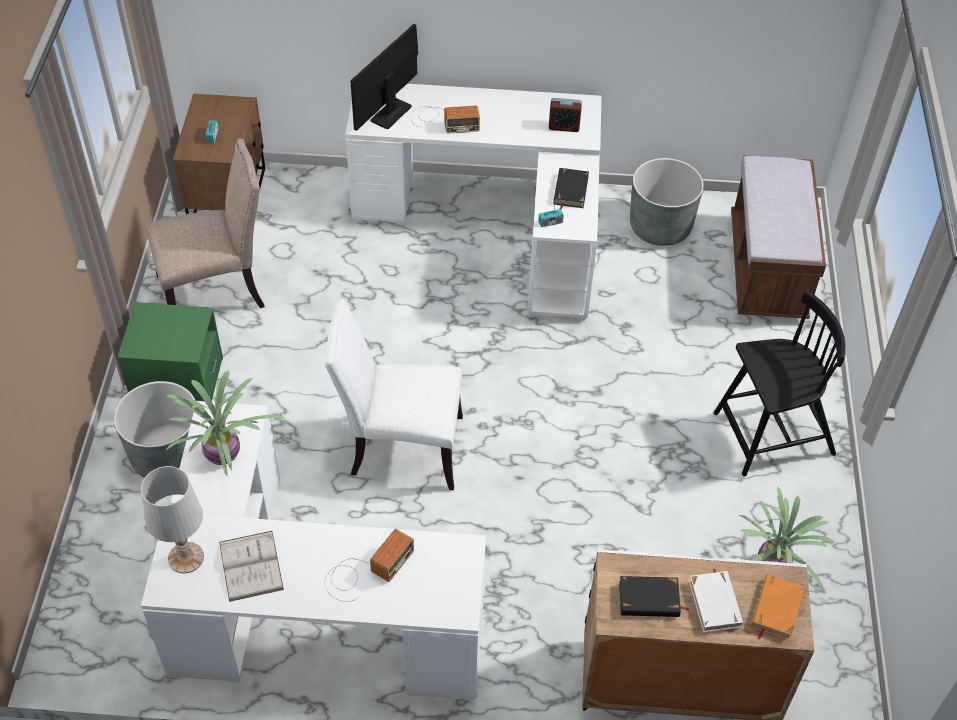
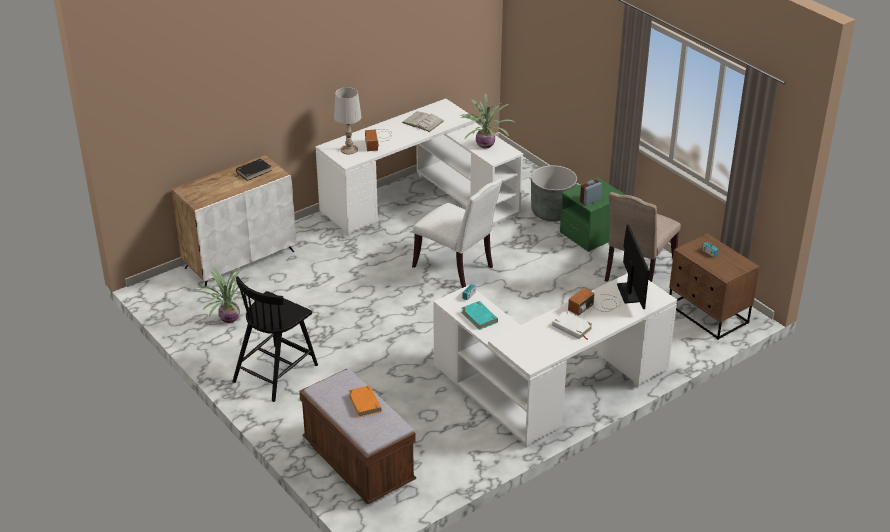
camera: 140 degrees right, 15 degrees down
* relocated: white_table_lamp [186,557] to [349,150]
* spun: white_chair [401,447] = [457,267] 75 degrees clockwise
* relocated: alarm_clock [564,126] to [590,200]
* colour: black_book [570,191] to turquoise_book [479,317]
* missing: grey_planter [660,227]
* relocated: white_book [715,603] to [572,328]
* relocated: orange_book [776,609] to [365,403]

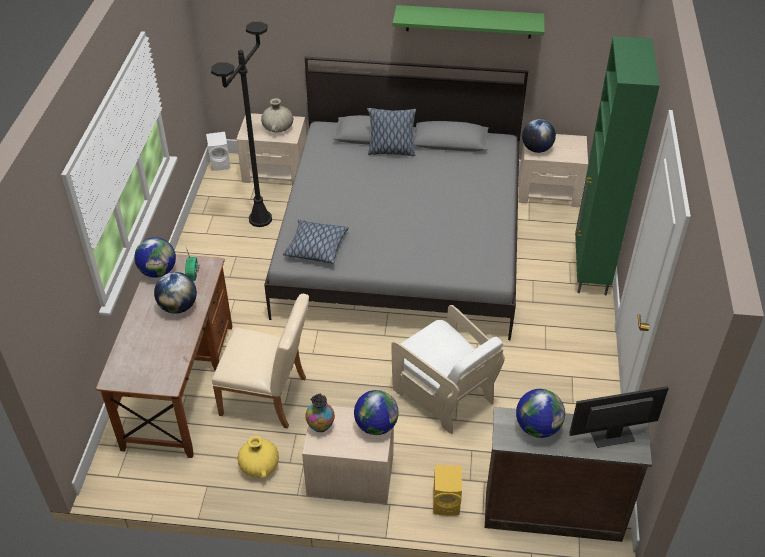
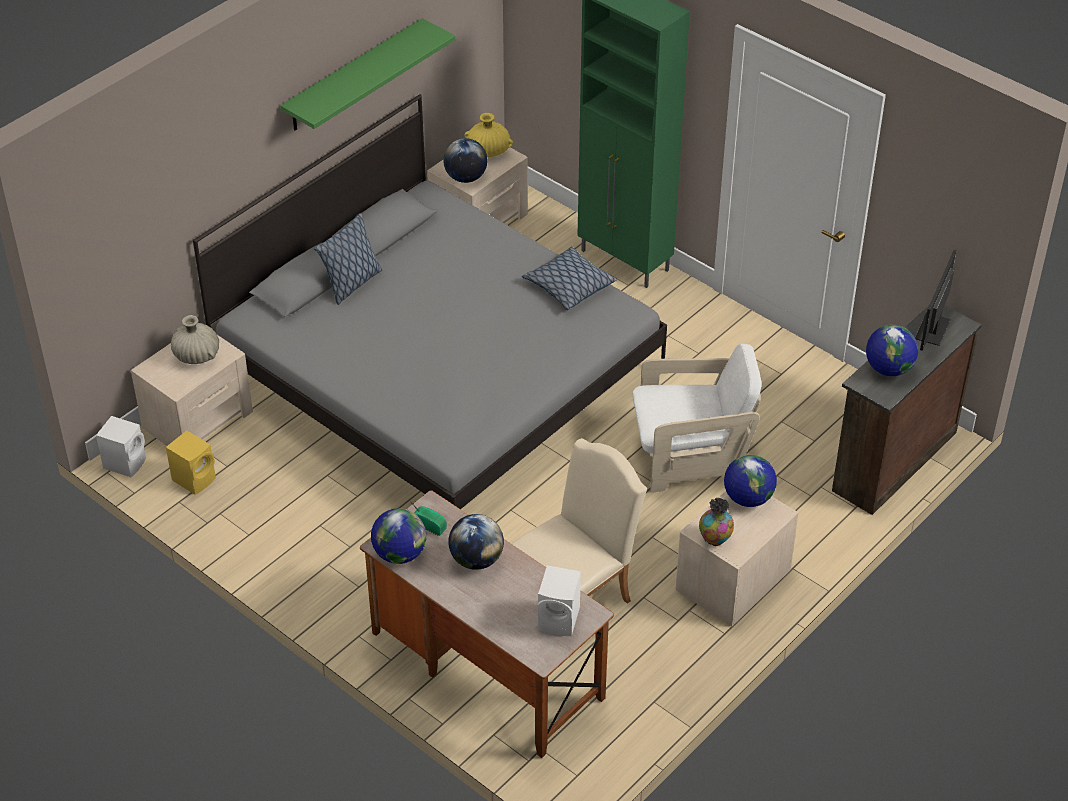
camera: 55 degrees left, 0 degrees up
* missing: black_floor_lamp [260,219]
* relocated: yellow_vase [259,466] to [489,151]
* relocated: pillow [316,247] to [568,286]
* relocated: yellow_speaker [447,502] to [195,478]
* appeared: white_speaker [560,619]

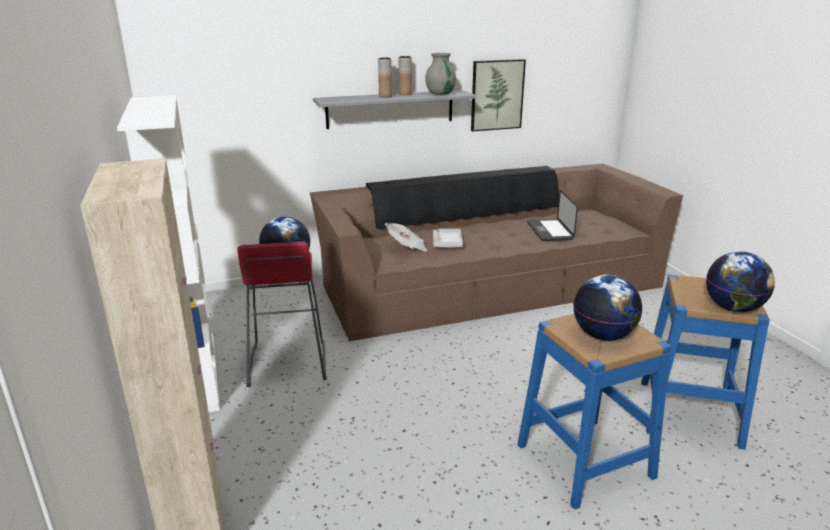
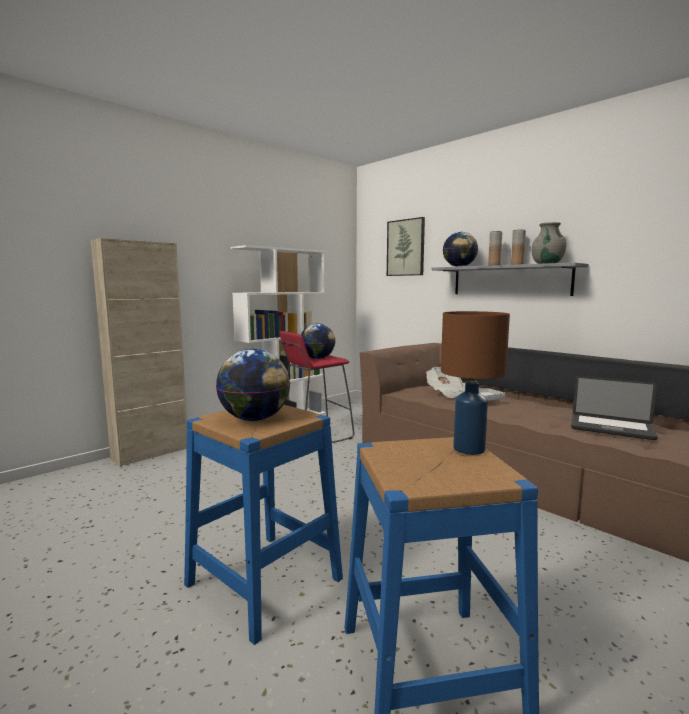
camera: 65 degrees right, 15 degrees down
* relocated: picture [497,95] to [406,247]
* spun: laptop [549,231] = [611,428] 120 degrees counterclockwise
* relocated: globe [733,308] to [459,266]
* appeared: brown_table_lamp [469,449]

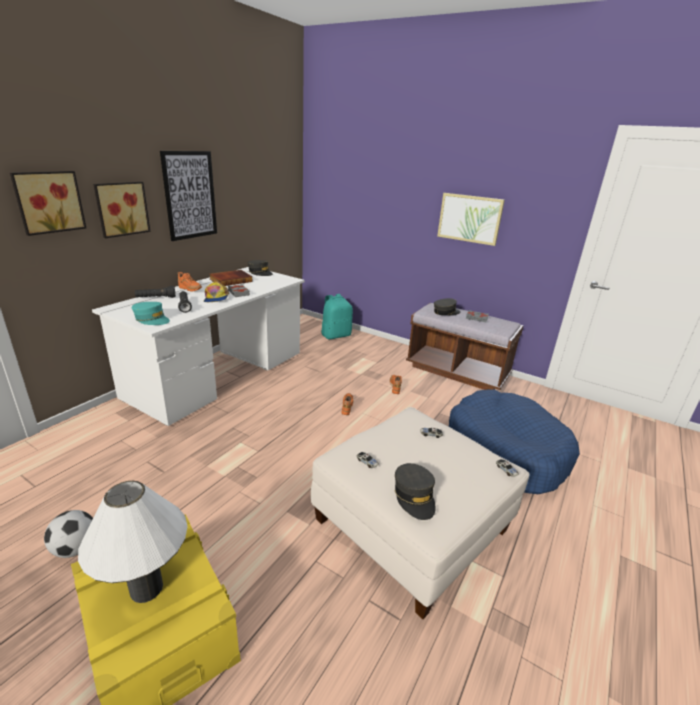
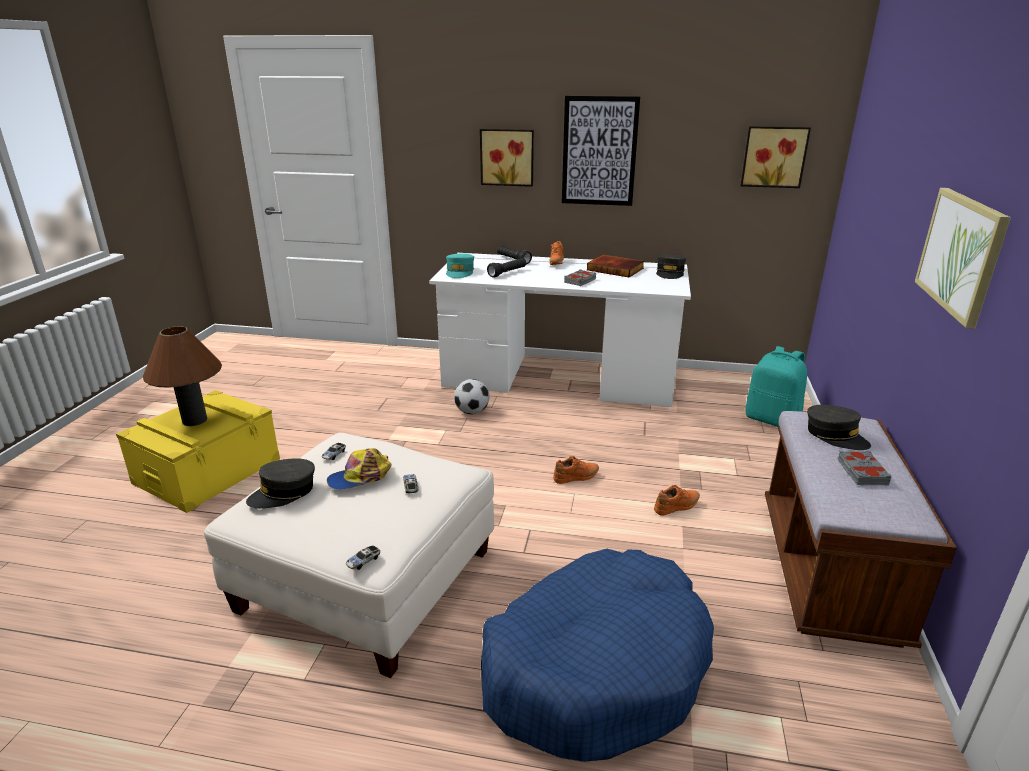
camera: 70 degrees right, 0 degrees up
* relocated: picture [48,202] to [774,156]
* relocated: football [75,548] to [472,412]
* colour: white_table_lamp [146,588] to brown_table_lamp [194,420]
* relocated: cap [216,298] to [360,478]

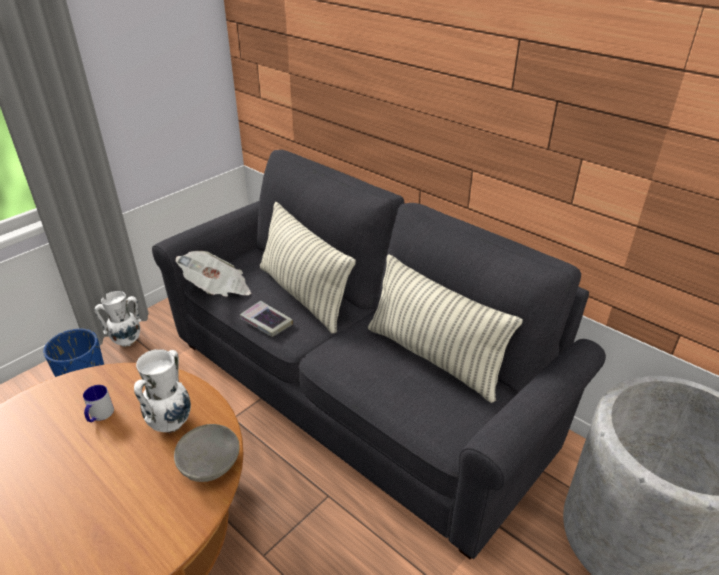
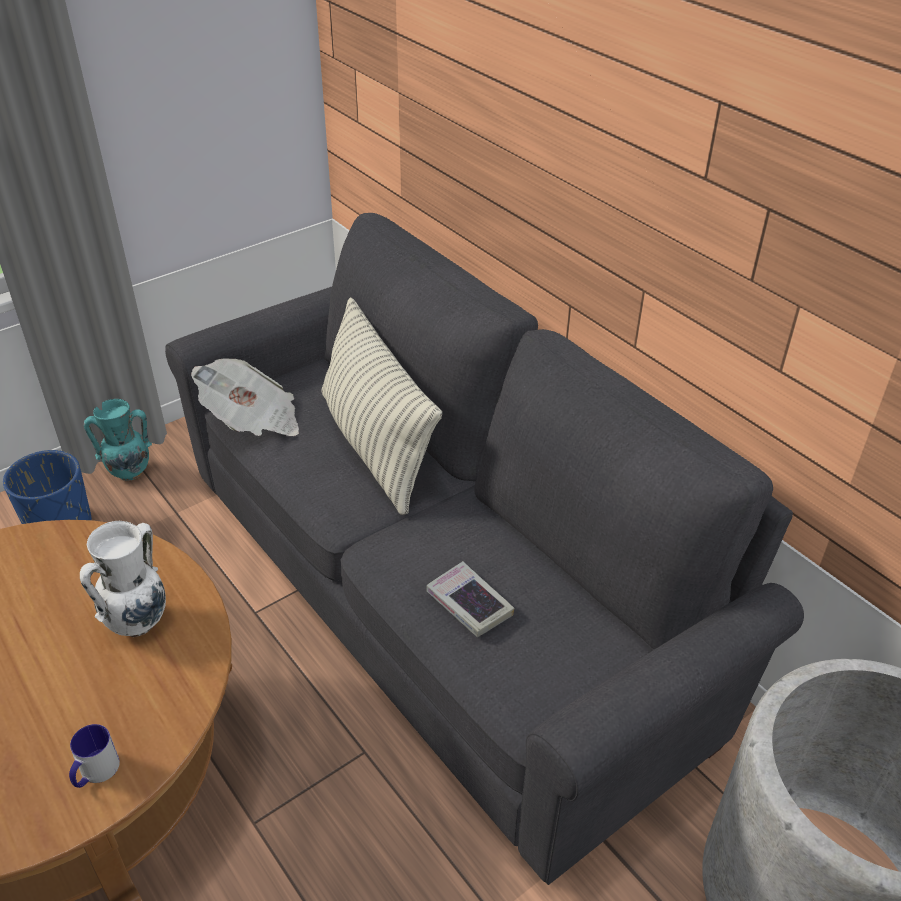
camera: 10 degrees right, 5 degrees up
* relocated: mug [99,415] to [95,772]
* colour: white_vase [126,341] to turquoise_vase [129,472]
* missing: grey_bowl [210,464]
* relocated: book [266,322] to [469,604]
* missing: pillow [433,357]

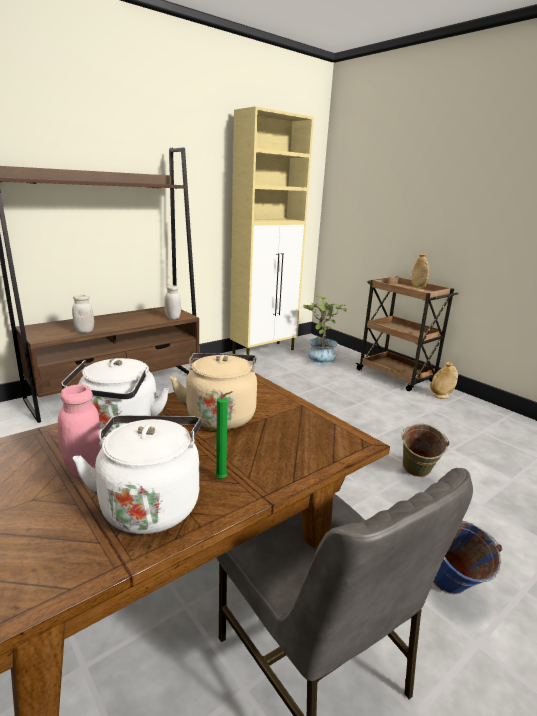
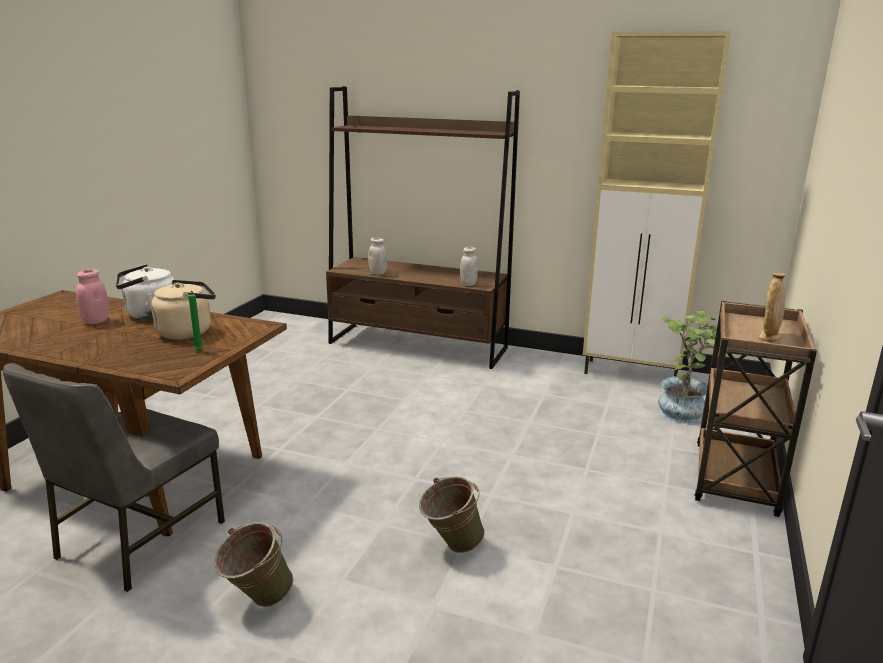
camera: 60 degrees right, 0 degrees up
* missing: white_kettle [150,503]
* relocated: green_candle [223,479] to [198,351]
* missing: beige_vase [441,396]
* colour: blue_bucket [453,592] to green_bucket [256,600]

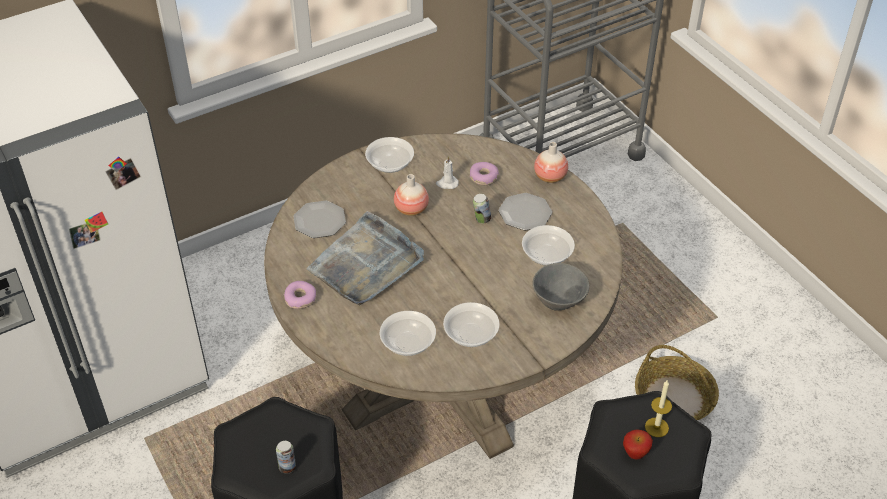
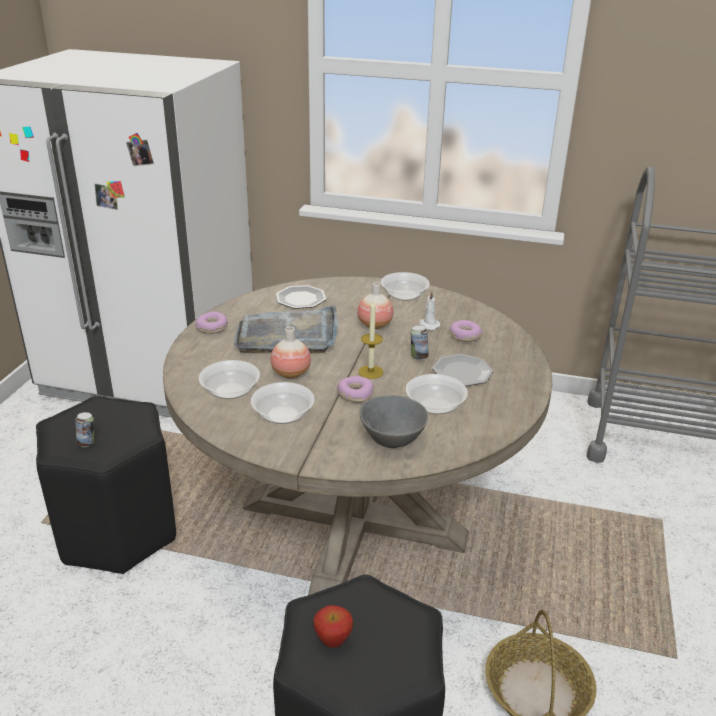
camera: 45 degrees right, 15 degrees down
* relocated: vase [550,177] to [291,373]
* relocated: candle [656,427] to [370,372]
* appeared: donut [355,394]

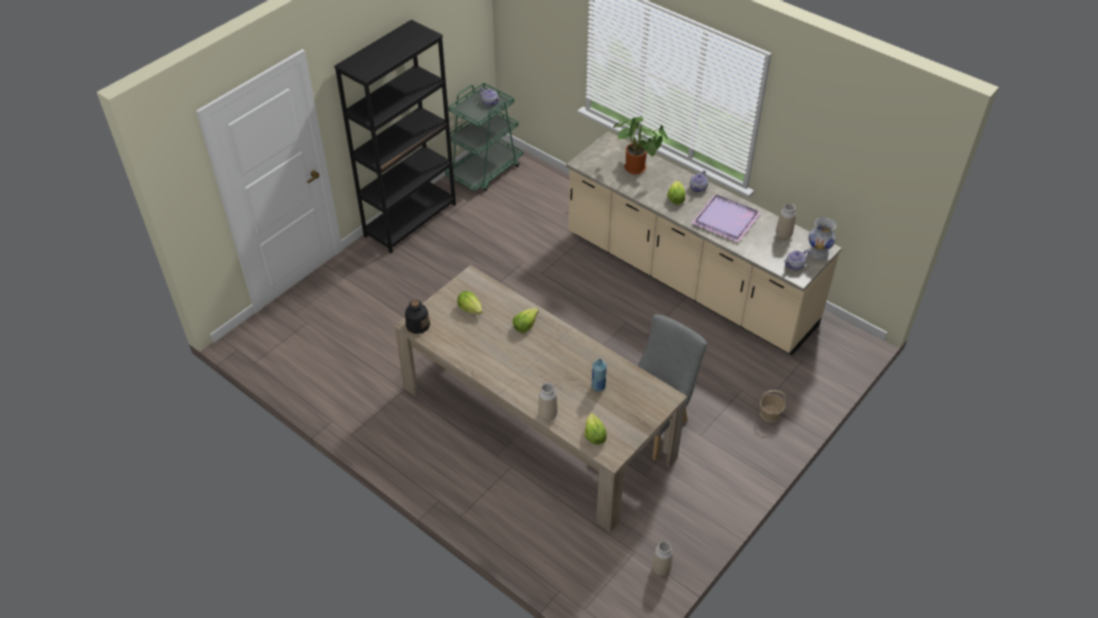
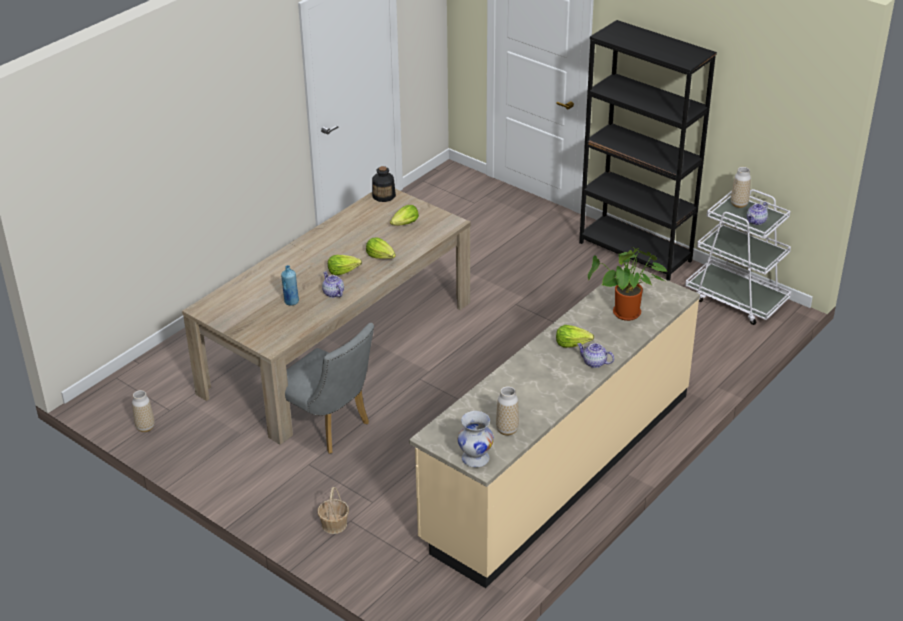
camera: 90 degrees right, 10 degrees down
* colour: green_cart [485,171] to white_cart [736,299]
* relocated: vase [547,415] to [739,204]
* relocated: lettuce [594,435] to [343,271]
* missing: purple_tray [726,220]
* relocated: teapot [794,266] to [333,293]

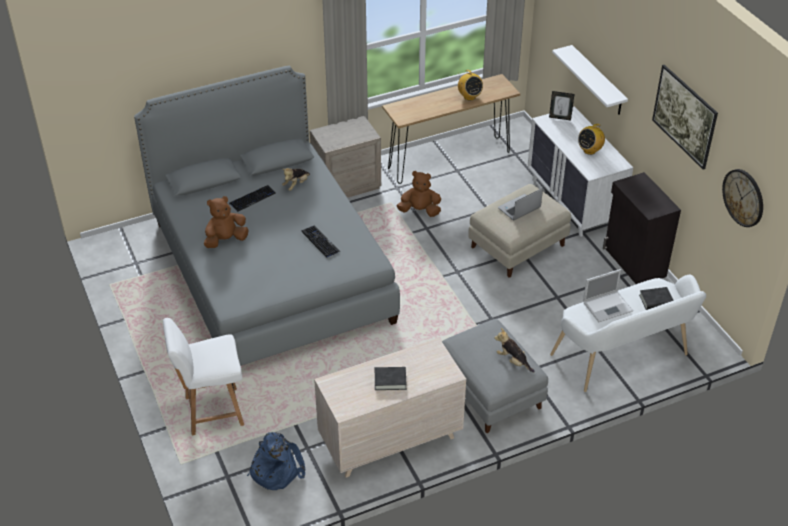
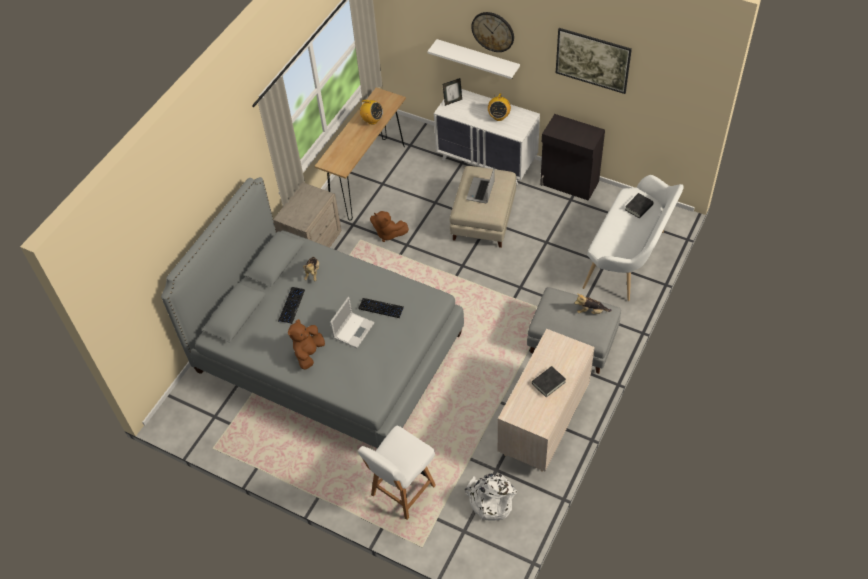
camera: 35 degrees left, 10 degrees up
* colour: blue_backpack [275,469] to white_backpack [490,500]
* spun: brown_plush_toy [420,211] = [388,233] 120 degrees counterclockwise
* relocated: laptop [608,306] to [354,329]
* relocated: wall_clock [743,197] to [493,31]

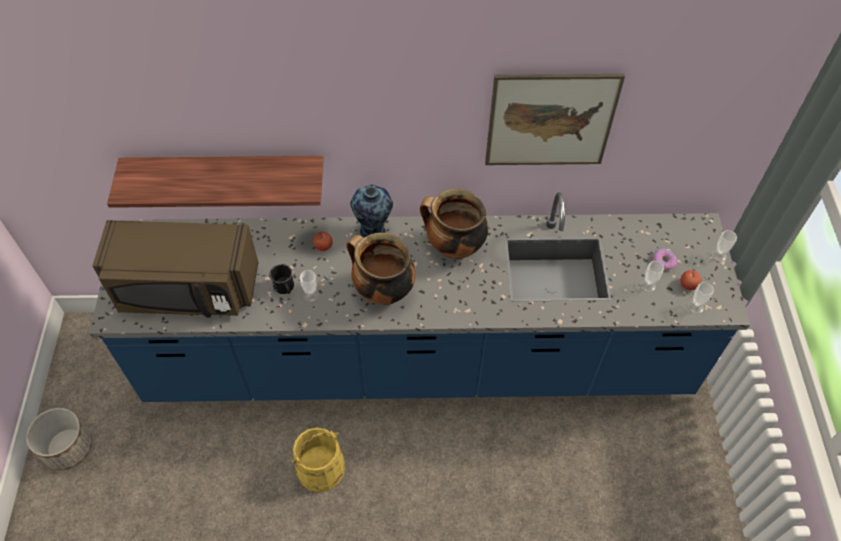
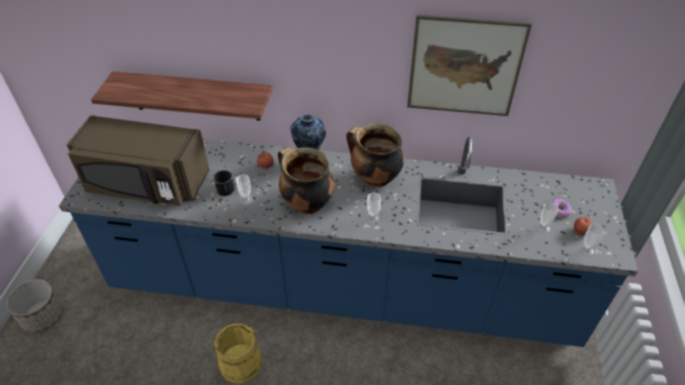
camera: 10 degrees right, 10 degrees down
* relocated: cup [718,255] to [372,218]

